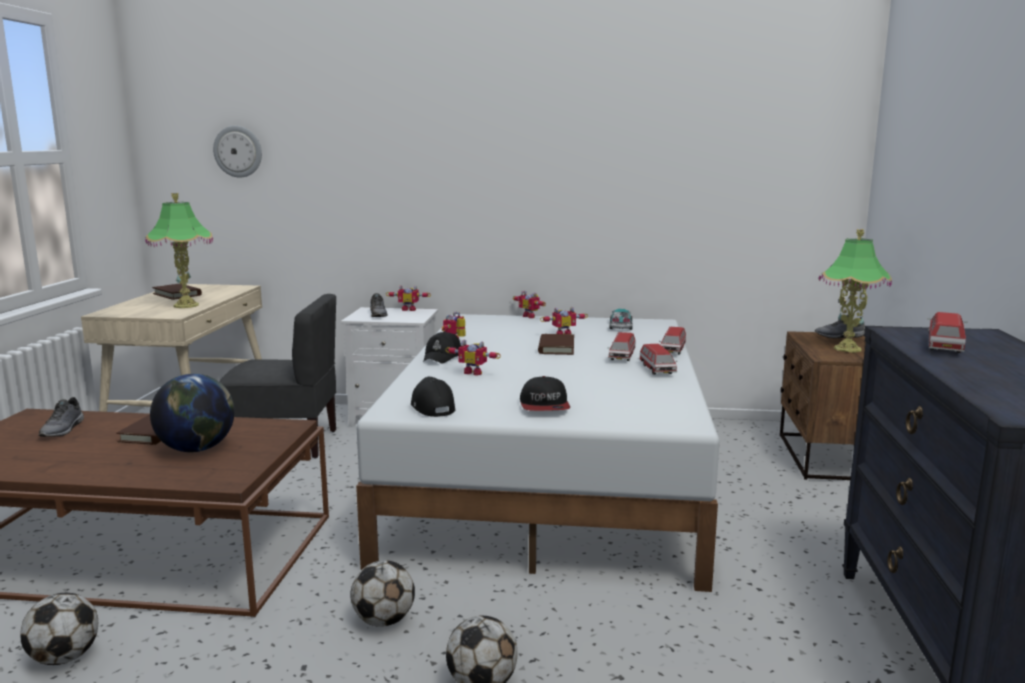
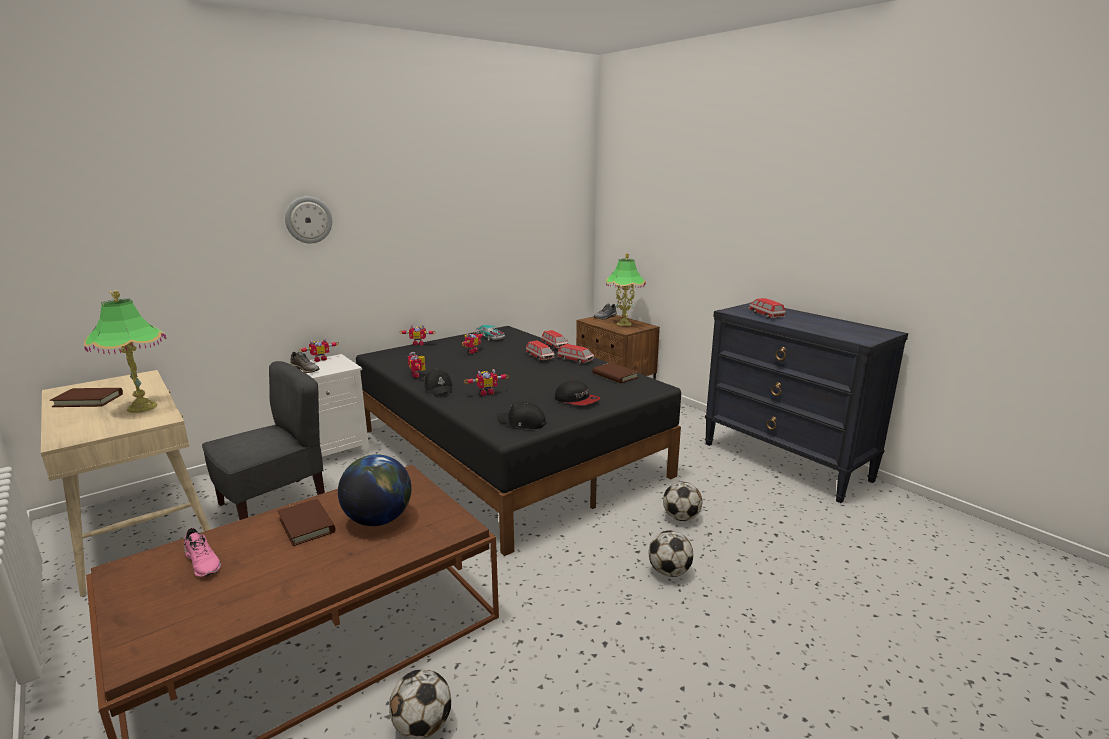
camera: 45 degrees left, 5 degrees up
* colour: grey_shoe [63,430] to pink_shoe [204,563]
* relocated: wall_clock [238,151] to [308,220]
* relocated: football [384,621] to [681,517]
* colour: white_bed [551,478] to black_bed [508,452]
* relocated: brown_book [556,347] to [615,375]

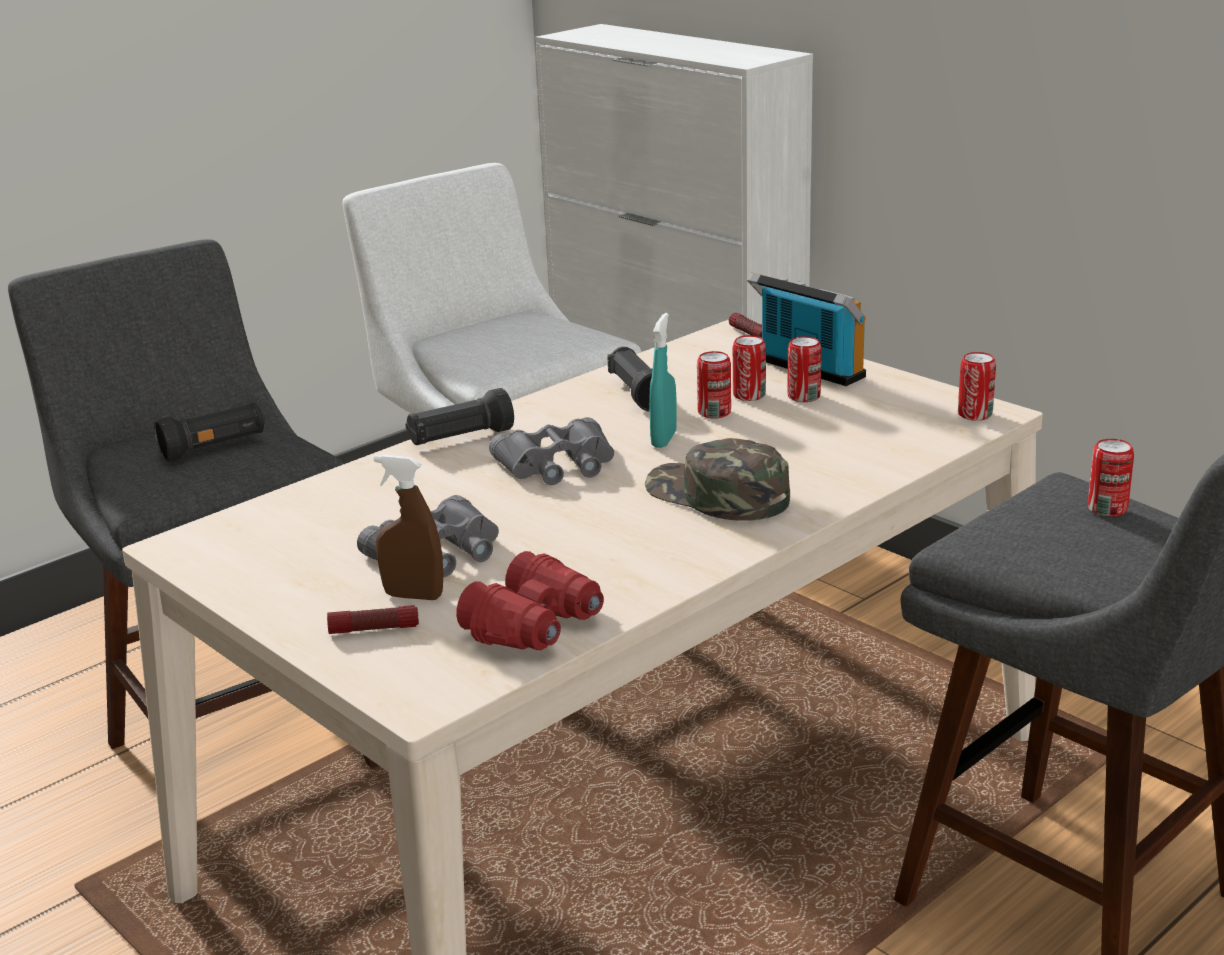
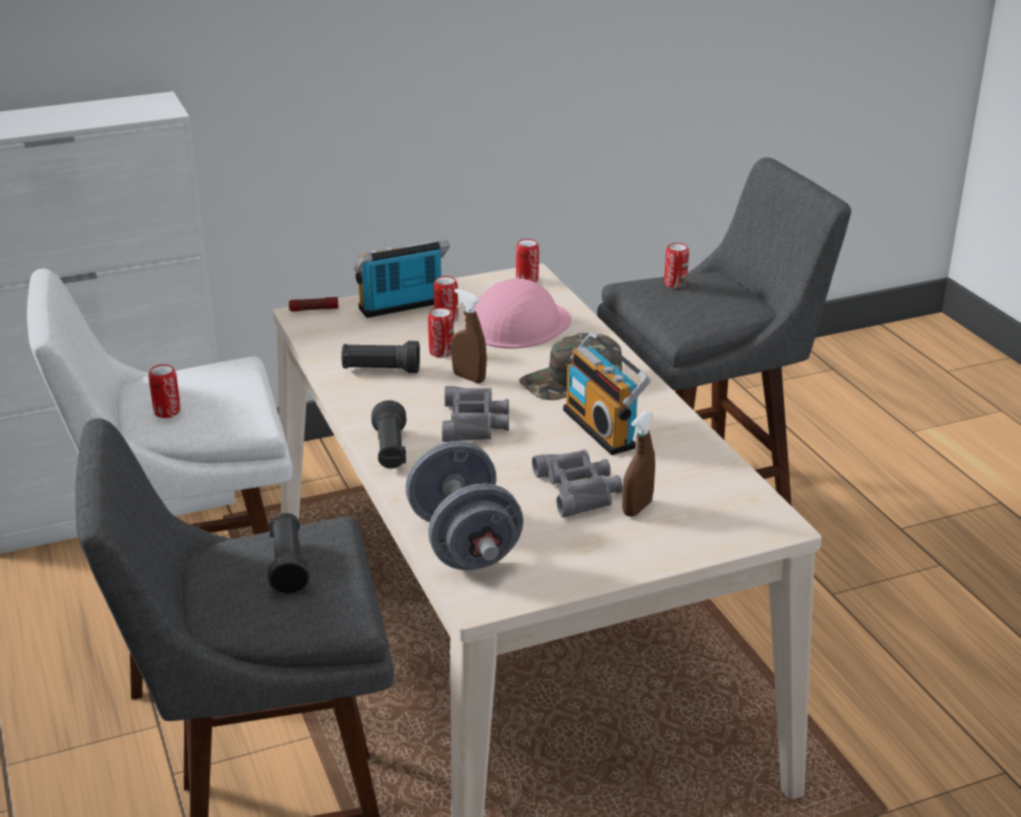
camera: 70 degrees left, 5 degrees up
* missing: flashlight [374,629]
* missing: red_binoculars [537,627]
* colour: turquoise_spray_bottle [664,439] to brown_spray_bottle [469,378]
* relocated: can [749,395] to [167,412]
* appeared: grey_dumbbell [464,543]
* appeared: pink_hard_hat [518,324]
* appeared: radio [603,428]

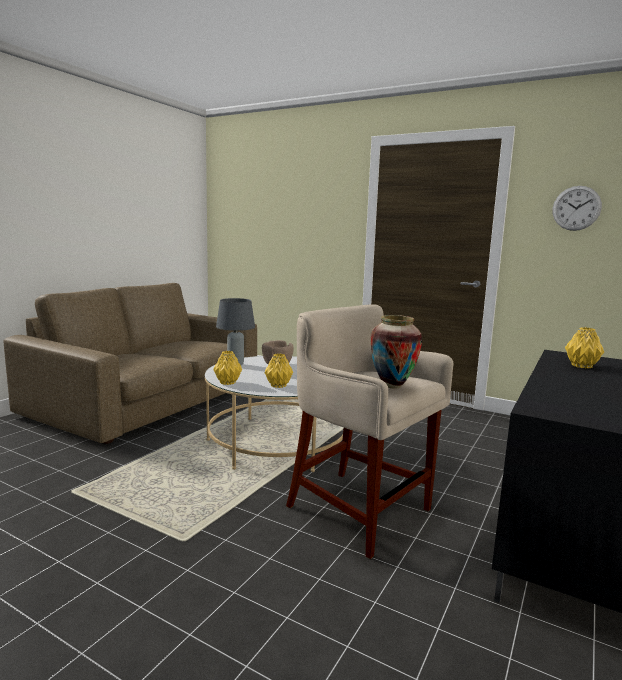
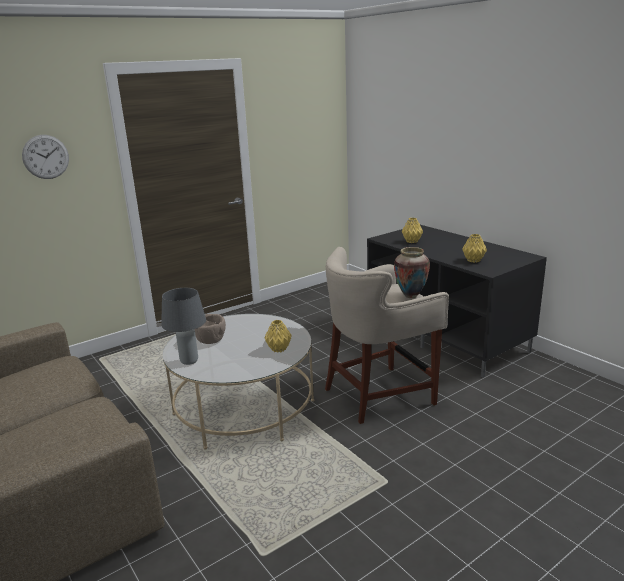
camera: 65 degrees left, 10 degrees up
* relocated: yellow_vase [227,383] to [473,261]
* relocated: wall_clock [576,208] to [45,157]

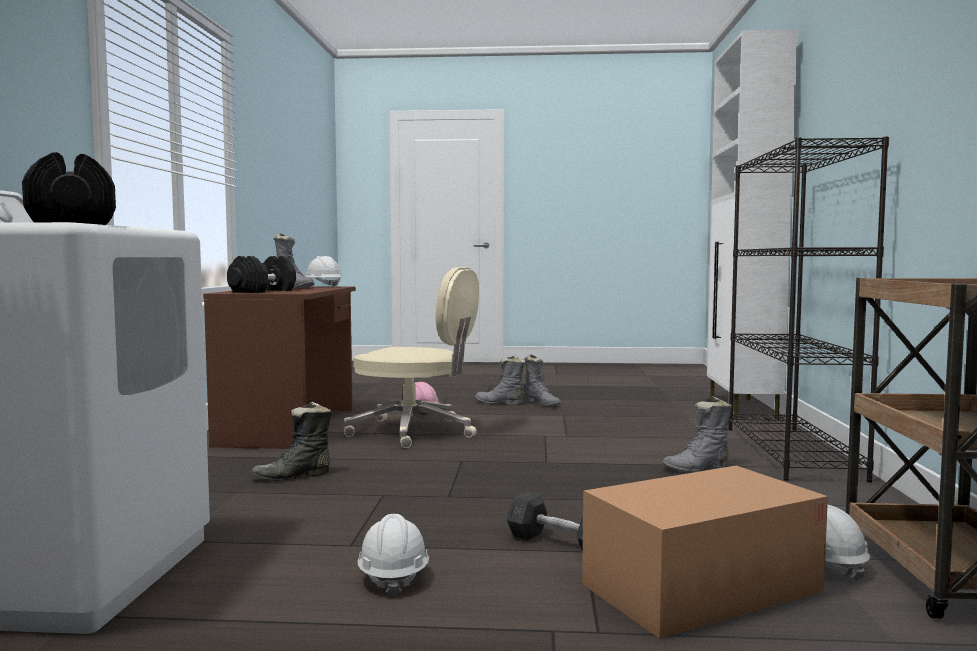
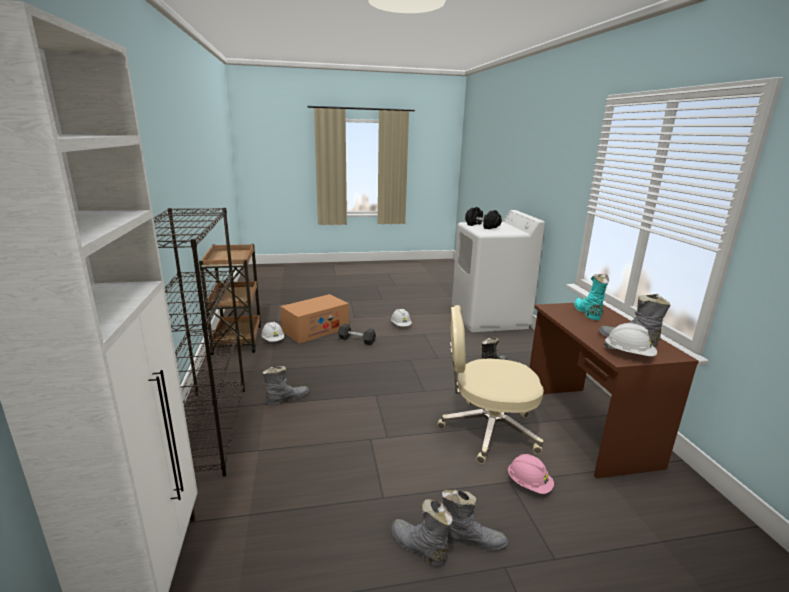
camera: 165 degrees right, 15 degrees up
* exchanged: black_dumbbell [263,291] to turquoise_boot [587,312]

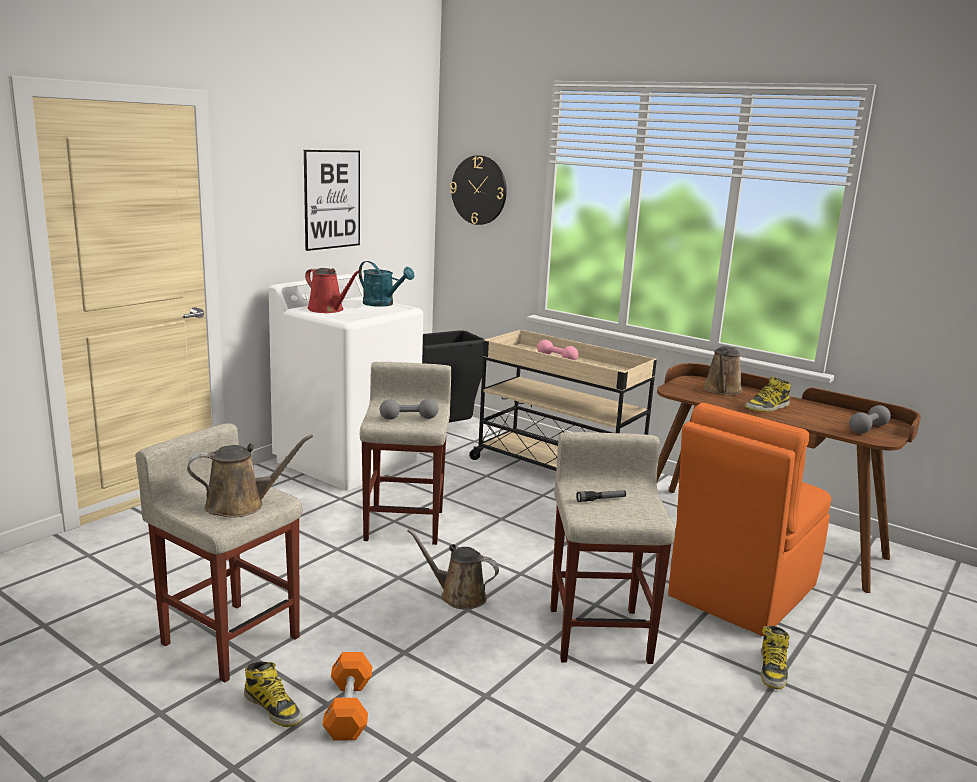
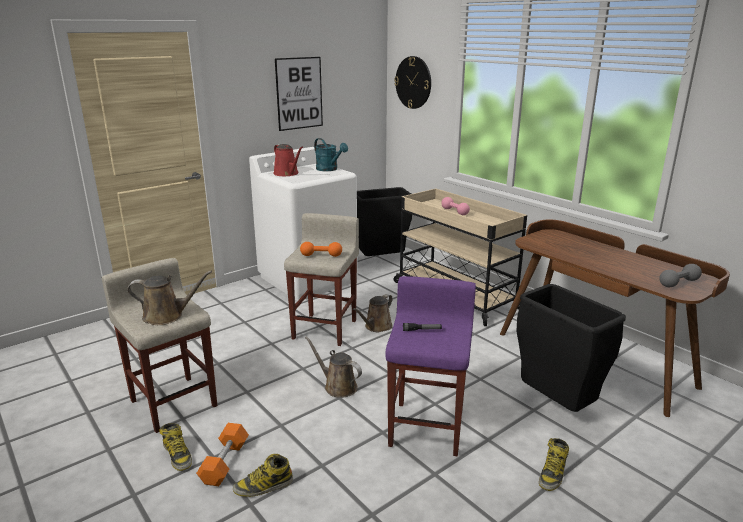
camera: 15 degrees right, 5 degrees up
* colour: grey_dumbbell [409,418] to orange_dumbbell [321,255]
* colour: beige_stool [599,633] to purple_stool [427,427]
* exchanged: orange_chair [740,592] to black_trash_can [555,405]
* relocated: brown_watering_can [722,390] to [376,327]
* relocated: boot [767,407] to [263,486]

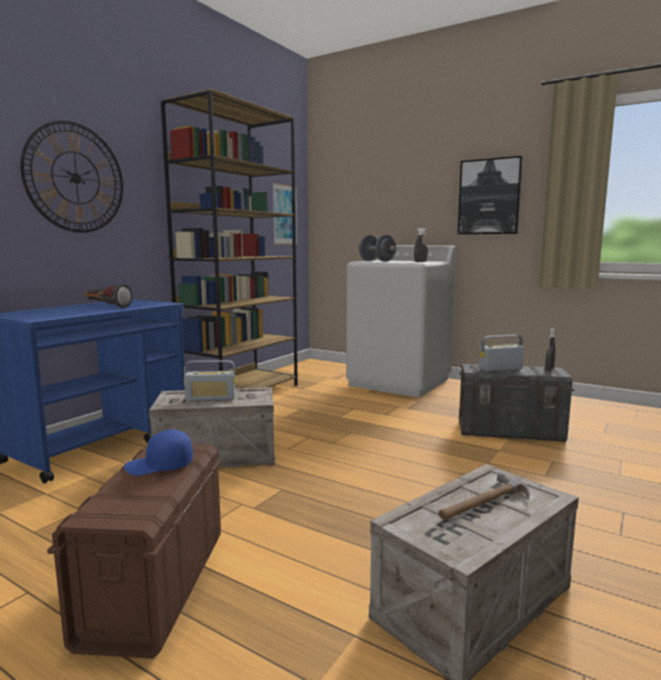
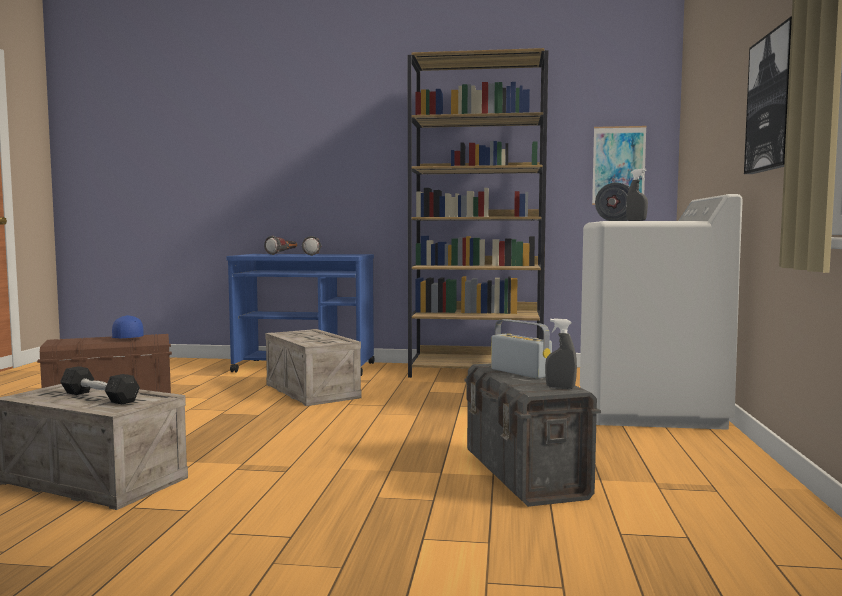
camera: 65 degrees right, 5 degrees down
* missing: wall_clock [76,178]
* missing: radio [210,398]
* exchanged: hammer [483,503] to black_dumbbell [99,397]
* appeared: flashlight [283,254]

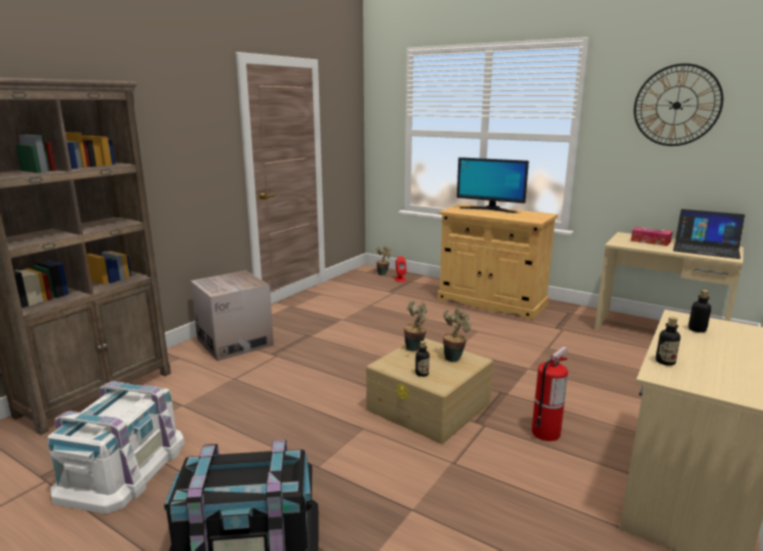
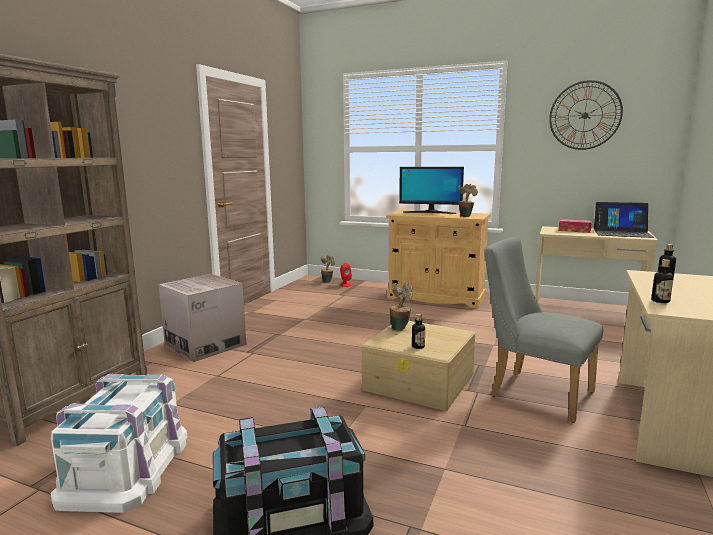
camera: 10 degrees left, 5 degrees down
* relocated: potted_plant [454,357] to [466,216]
* exchanged: fire_extinguisher [546,432] to grey_chair [534,392]

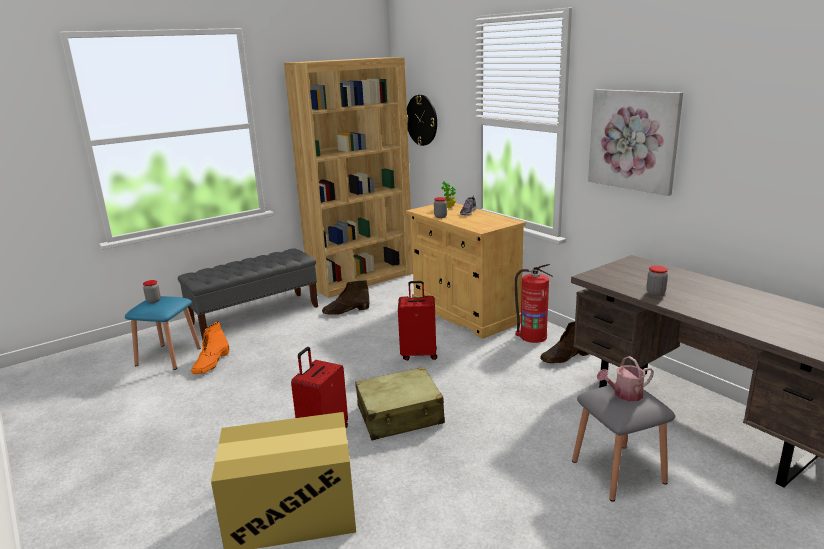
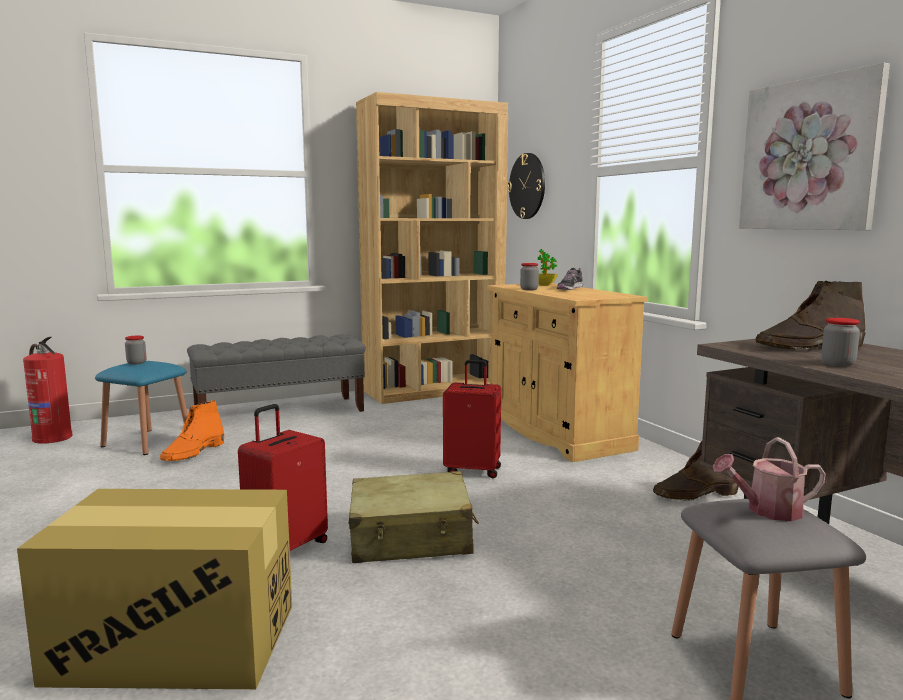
camera: 10 degrees right, 10 degrees down
* relocated: brown_boot [345,311] to [808,348]
* relocated: fire_extinguisher [532,336] to [52,437]

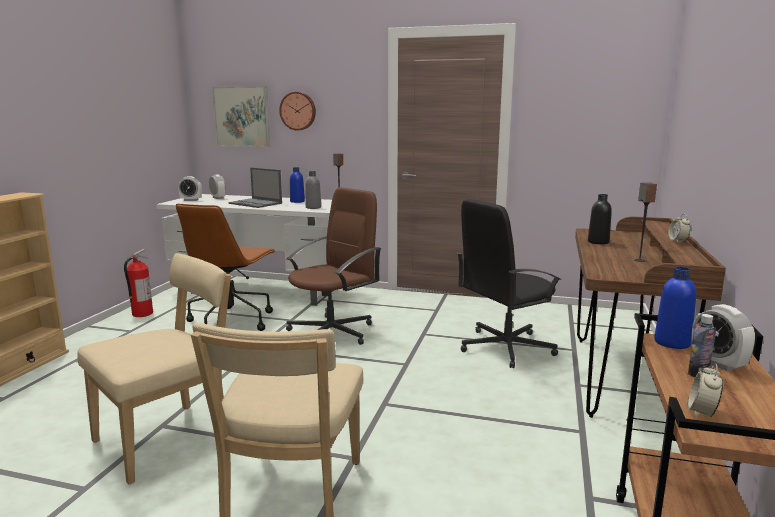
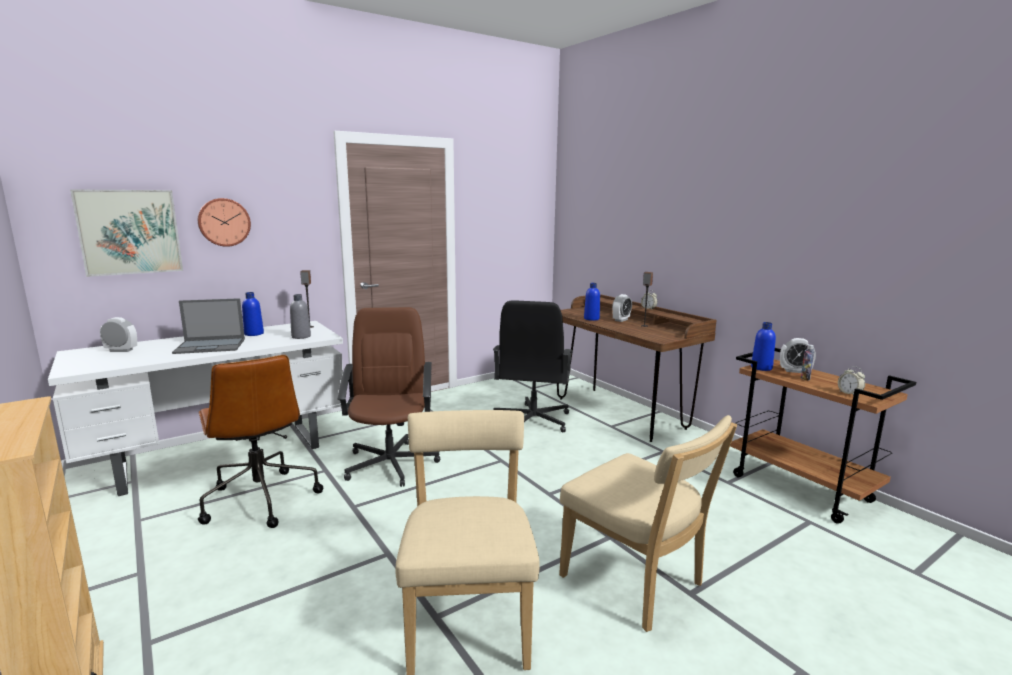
camera: 50 degrees left, 0 degrees up
* missing: fire_extinguisher [142,314]
* relocated: alarm_clock [191,200] to [621,320]
* colour: black_bottle [598,242] to blue_bottle [591,319]

